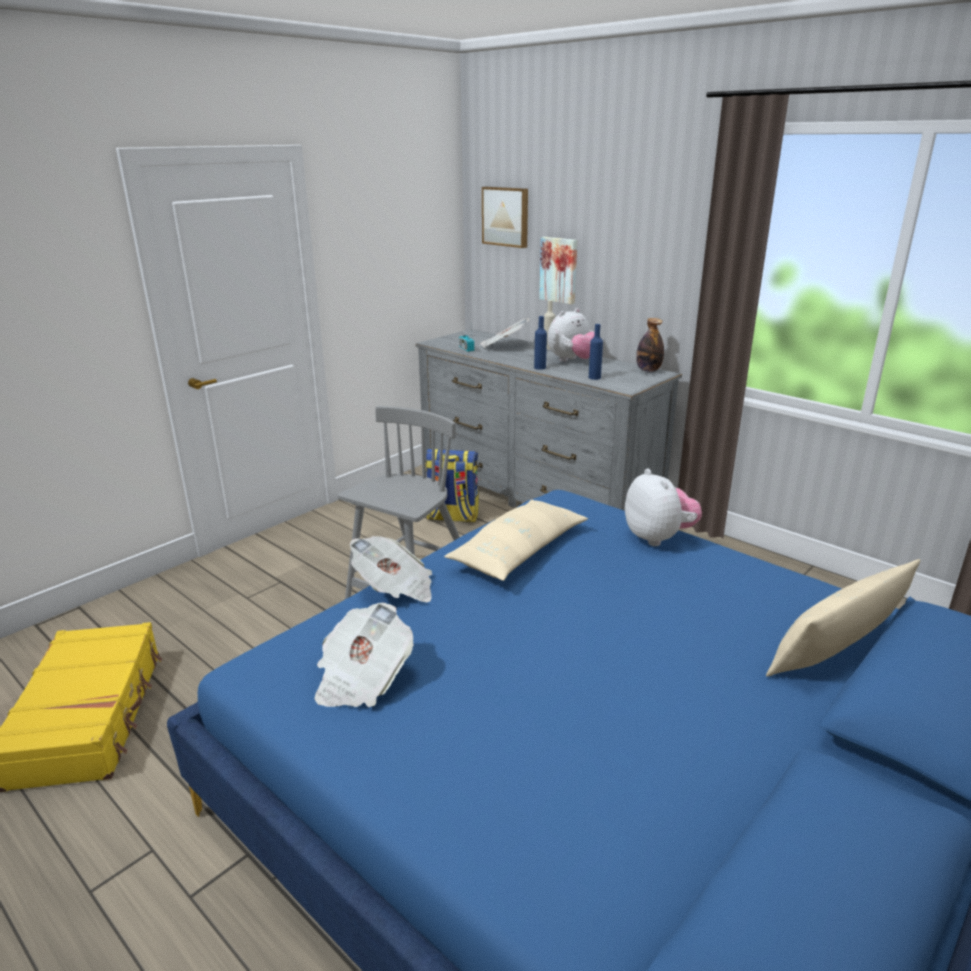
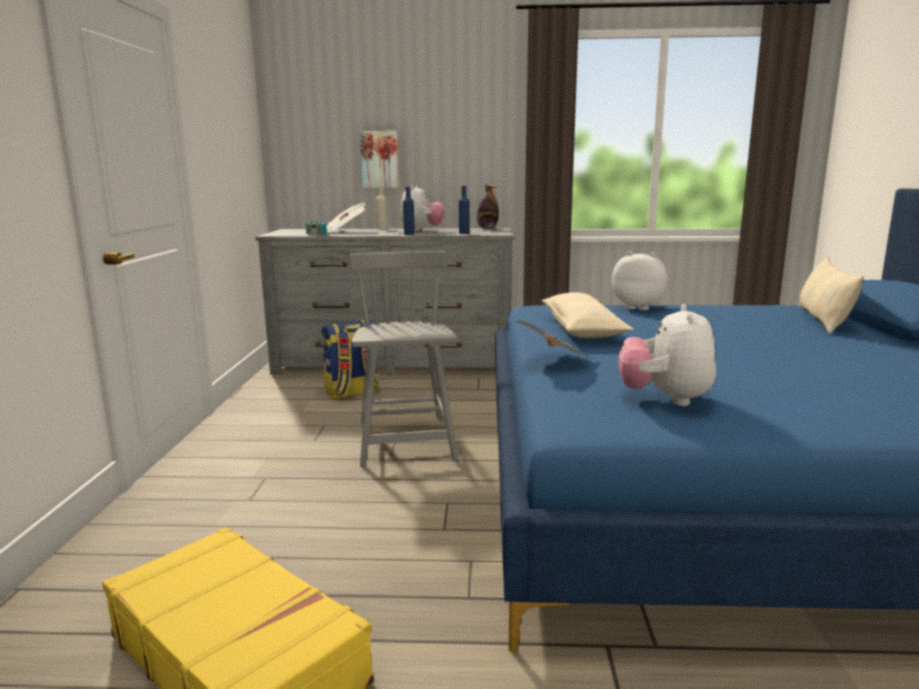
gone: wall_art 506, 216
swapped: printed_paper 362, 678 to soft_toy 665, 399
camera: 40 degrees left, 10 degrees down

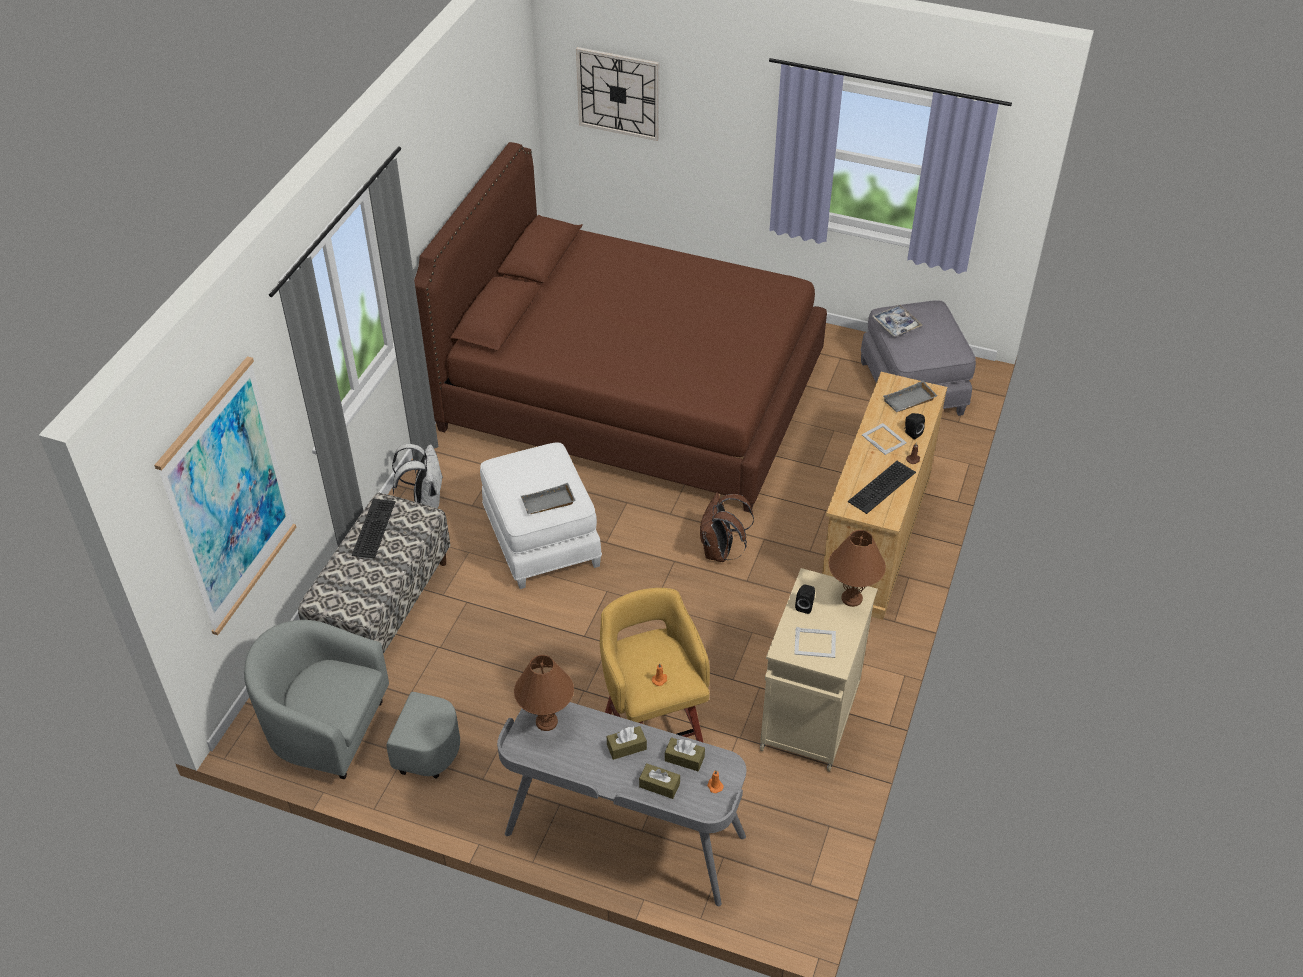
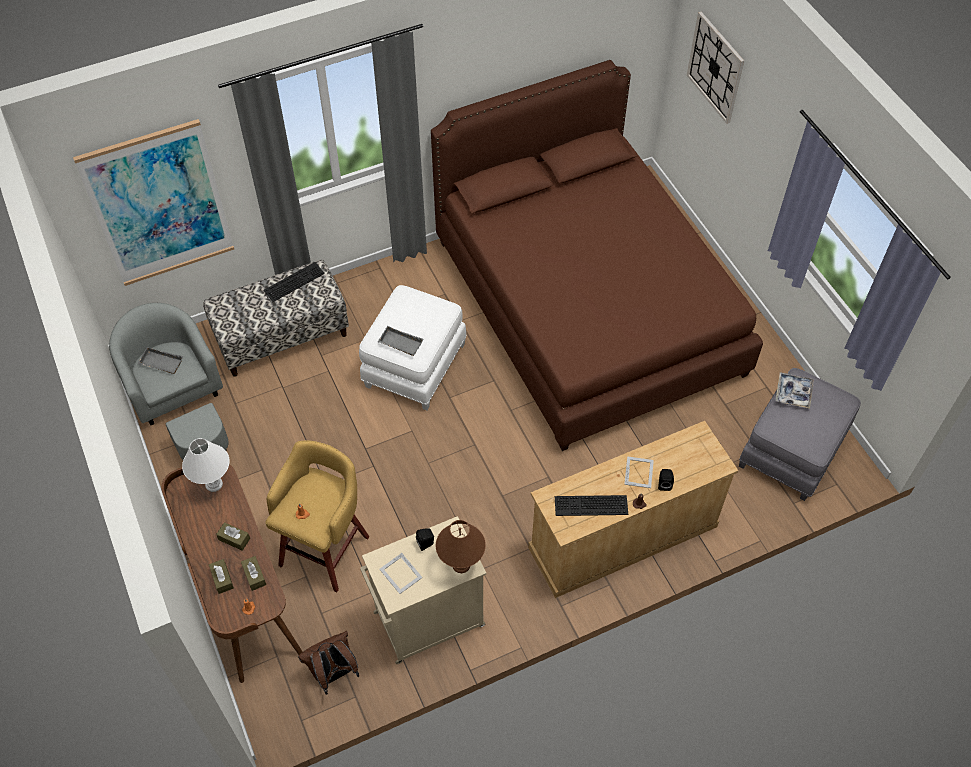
gone: whitish_backpack 425, 502
shifted: gray_carrying_tray 909, 402 to 160, 363; brown_backpack 720, 552 to 334, 673
repainted: gray_desk_table 624, 837 to brown_desk_table 241, 592; brown_lamp_for_a_table 547, 722 to whitish_lamp_for_a_table 213, 484
camera: 45 degrees right, 10 degrees up

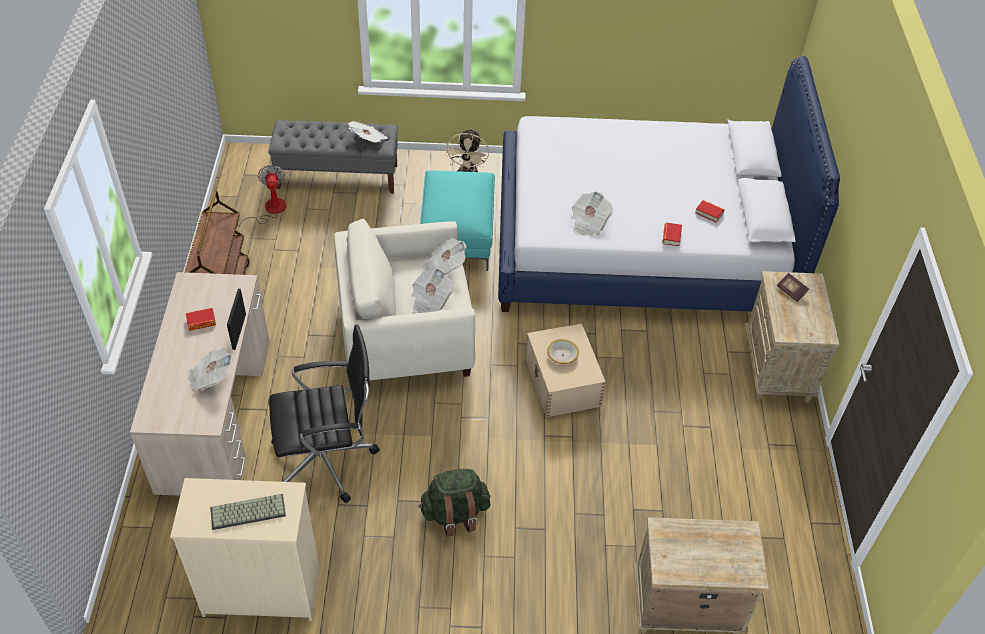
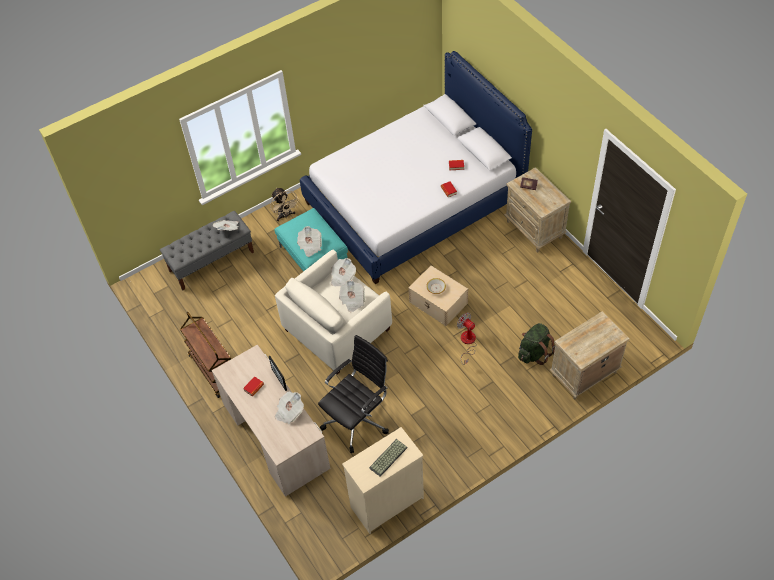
shifted: printed_paper 588, 223 to 310, 246; electric_fan 269, 210 to 467, 343; green_backpack 455, 514 to 534, 353
camera: 30 degrees left, 5 degrees up

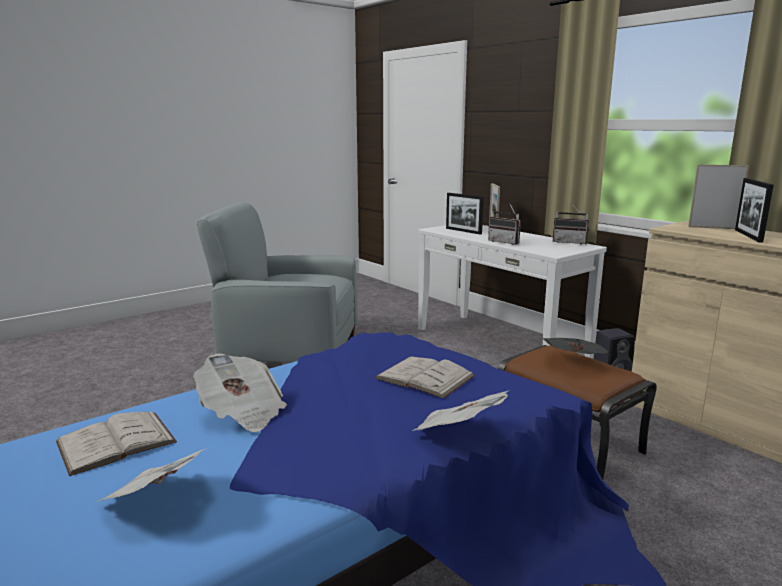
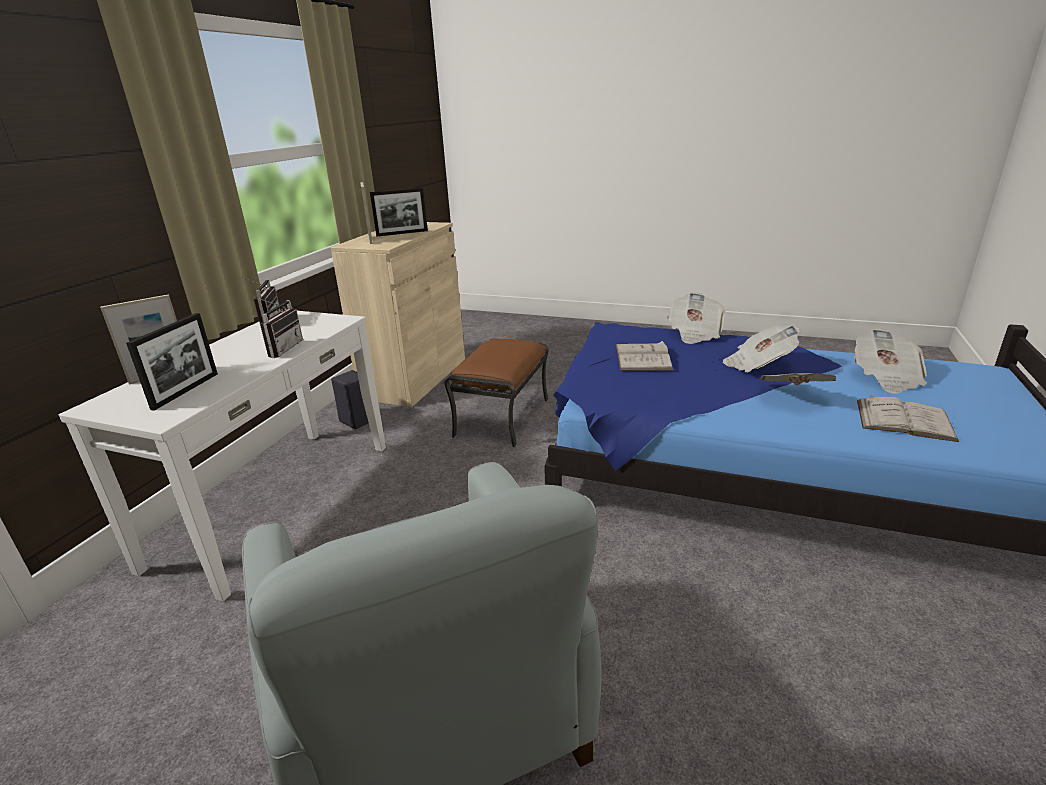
shifted: printed_paper 574, 363 to 758, 365
camera: 120 degrees left, 10 degrees up

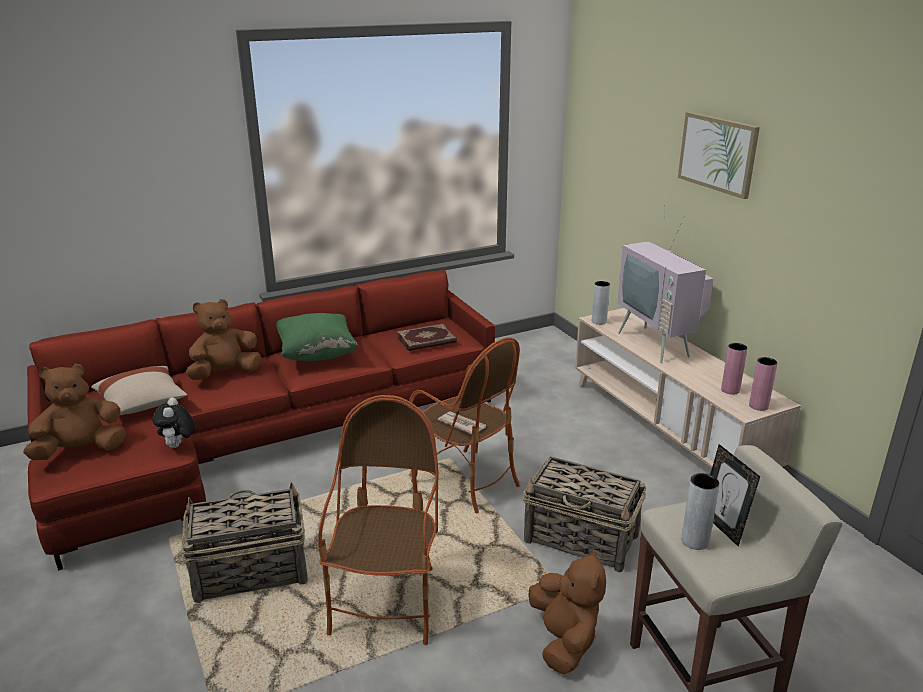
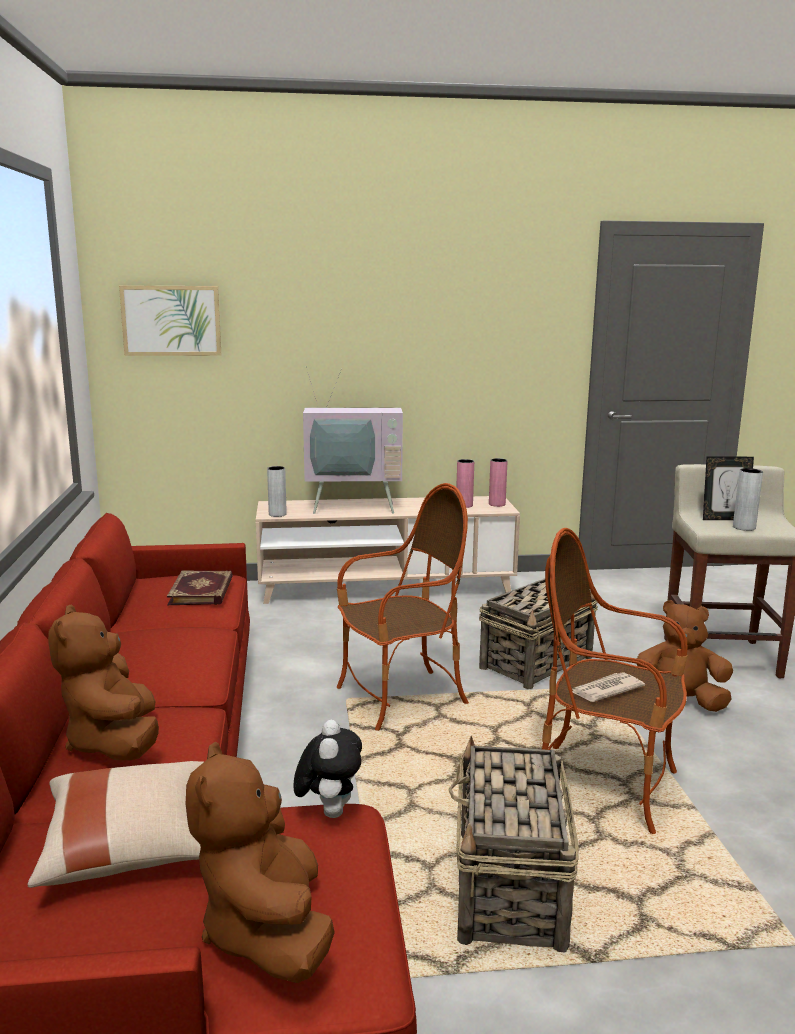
gone: green_cushion 317, 354
shifted: wall_art 718, 153 to 171, 320; printed_paper 462, 424 to 605, 690
rotated: soft_toy 178, 446 = 329, 811 105 degrees counterclockwise
camera: 70 degrees left, 10 degrees down

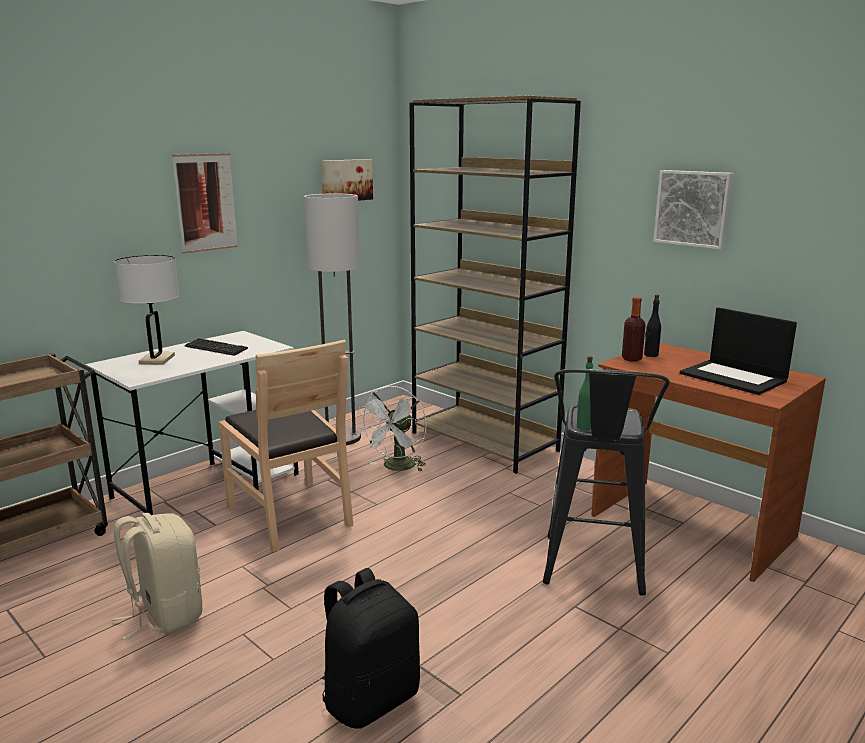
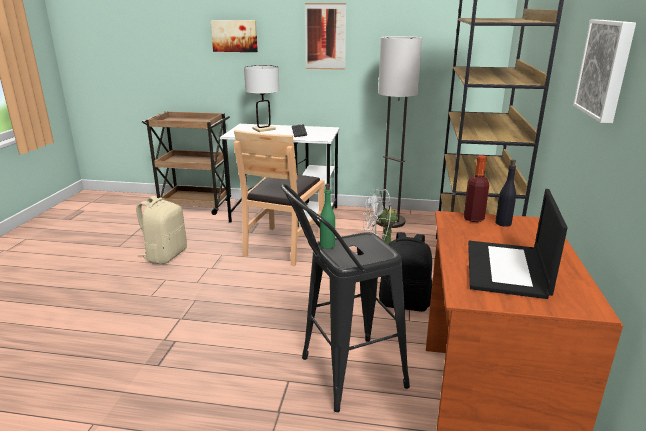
shifted: wall_art 345, 180 to 234, 36; black-coloured_backpack 370, 698 to 405, 303
camera: 55 degrees right, 5 degrees up

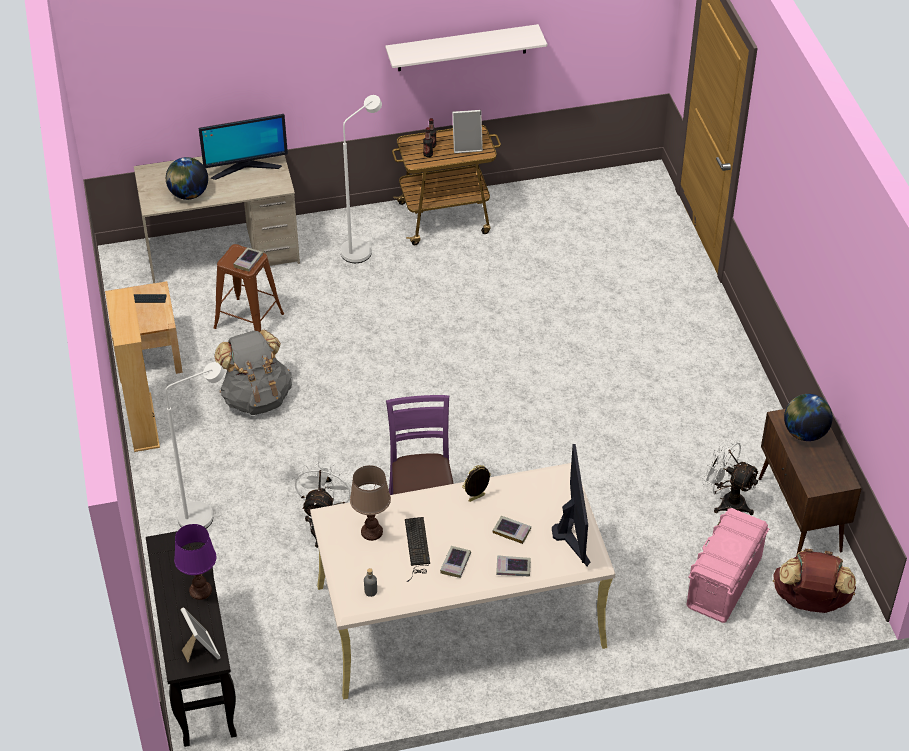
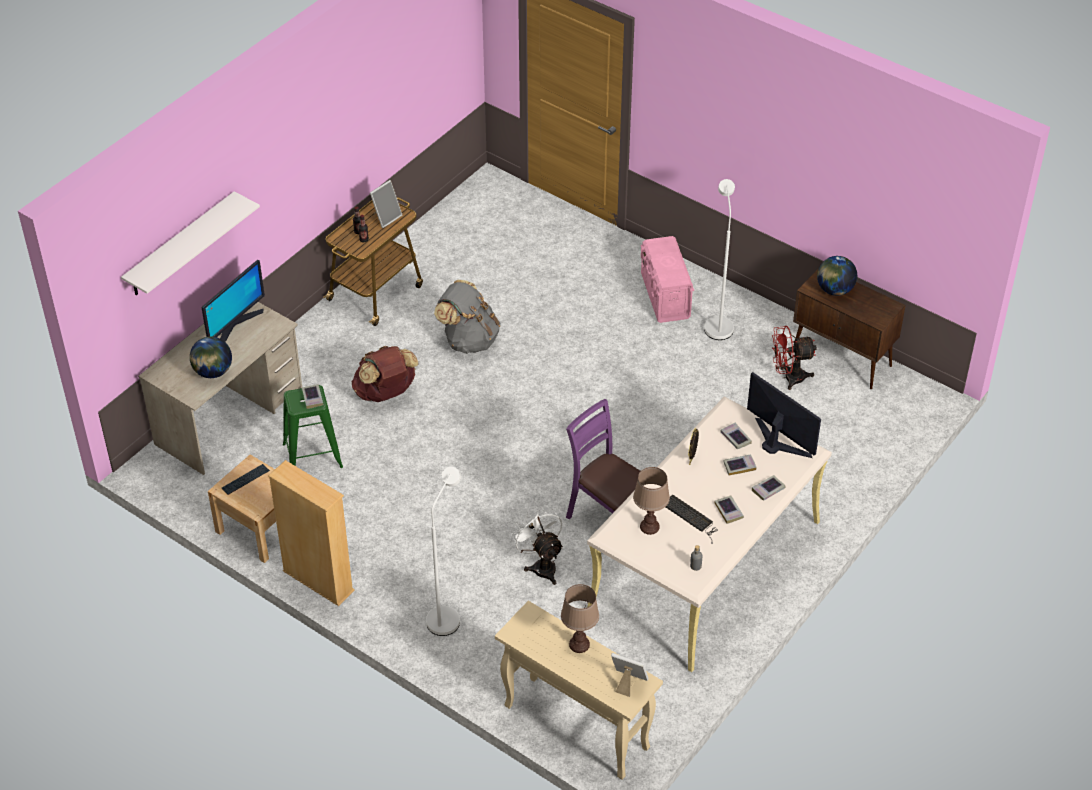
new: volume 735, 438
shifted: whitish_shelf 462, 48 to 181, 245; brown_backpack 810, 601 to 385, 393; gray_backpack 256, 397 to 469, 340; pink_storage_box 723, 583 to 665, 296; whitish_standing_lamp 361, 248 to 718, 324
repainted: brown_sitting_stool 249, 321 to green_sitting_stool 313, 455; black-coloured_narrow_table 199, 675 to beige_narrow_table 575, 727; purple_lamp_for_a_table 200, 590 to brown_lamp_for_a_table 579, 644; whitish_electric_fan 726, 501 to red_electric_fan 788, 377
camera: 40 degrees left, 0 degrees up

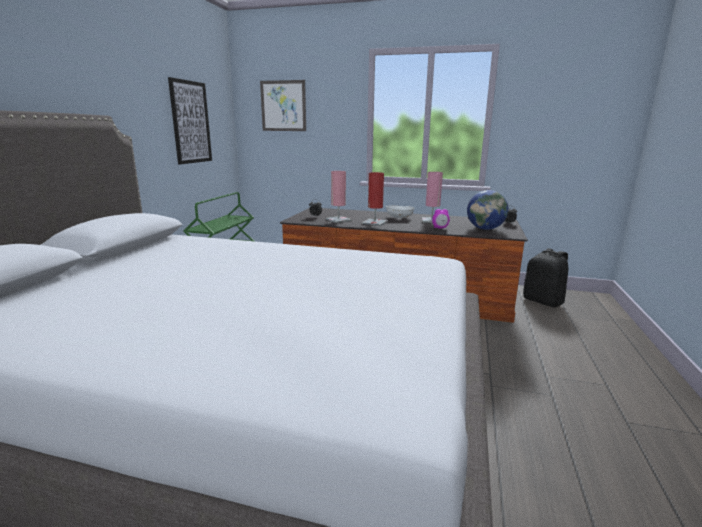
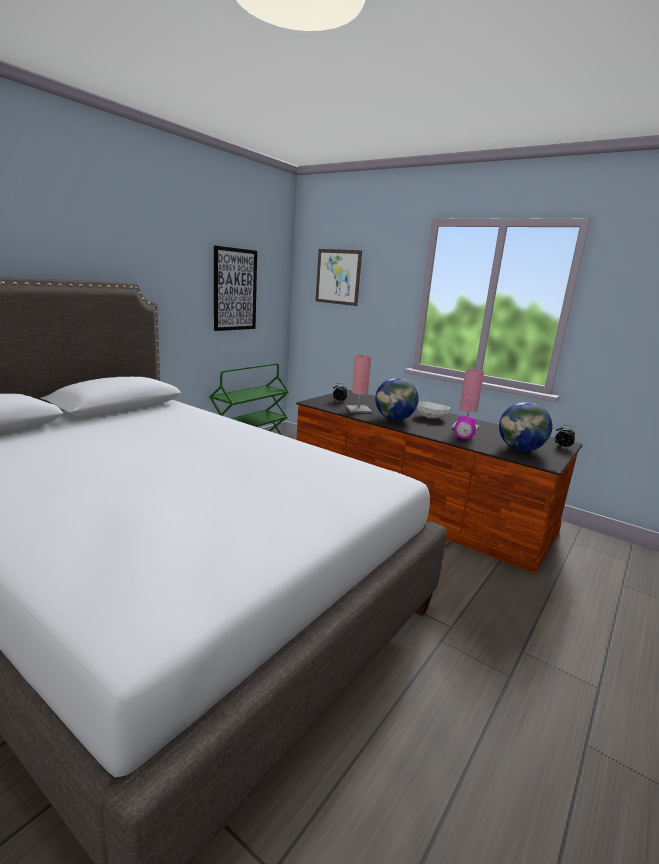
gone: black-coloured_backpack 543, 301
swapped: red_lamp_for_a_table 375, 223 to world_globe 394, 419
camera: 20 degrees right, 0 degrees up

